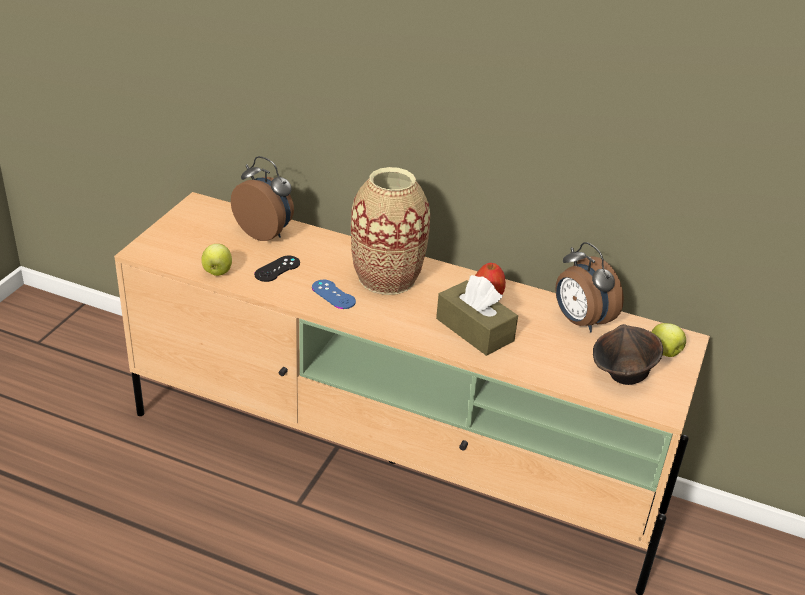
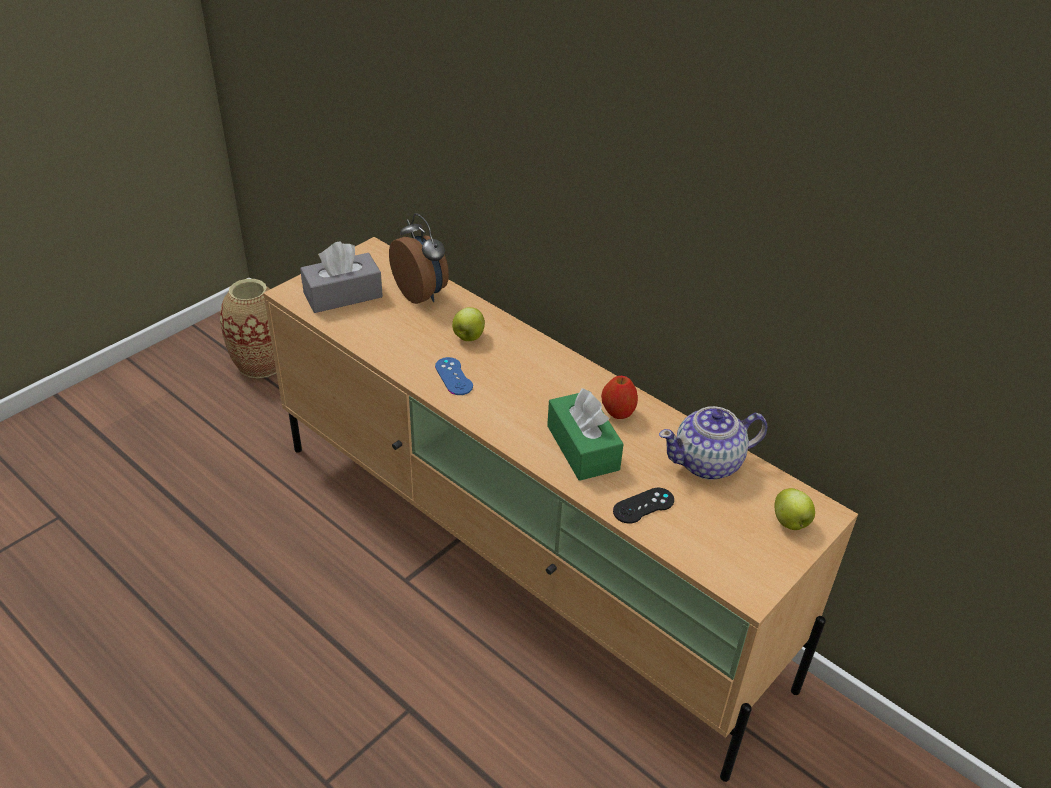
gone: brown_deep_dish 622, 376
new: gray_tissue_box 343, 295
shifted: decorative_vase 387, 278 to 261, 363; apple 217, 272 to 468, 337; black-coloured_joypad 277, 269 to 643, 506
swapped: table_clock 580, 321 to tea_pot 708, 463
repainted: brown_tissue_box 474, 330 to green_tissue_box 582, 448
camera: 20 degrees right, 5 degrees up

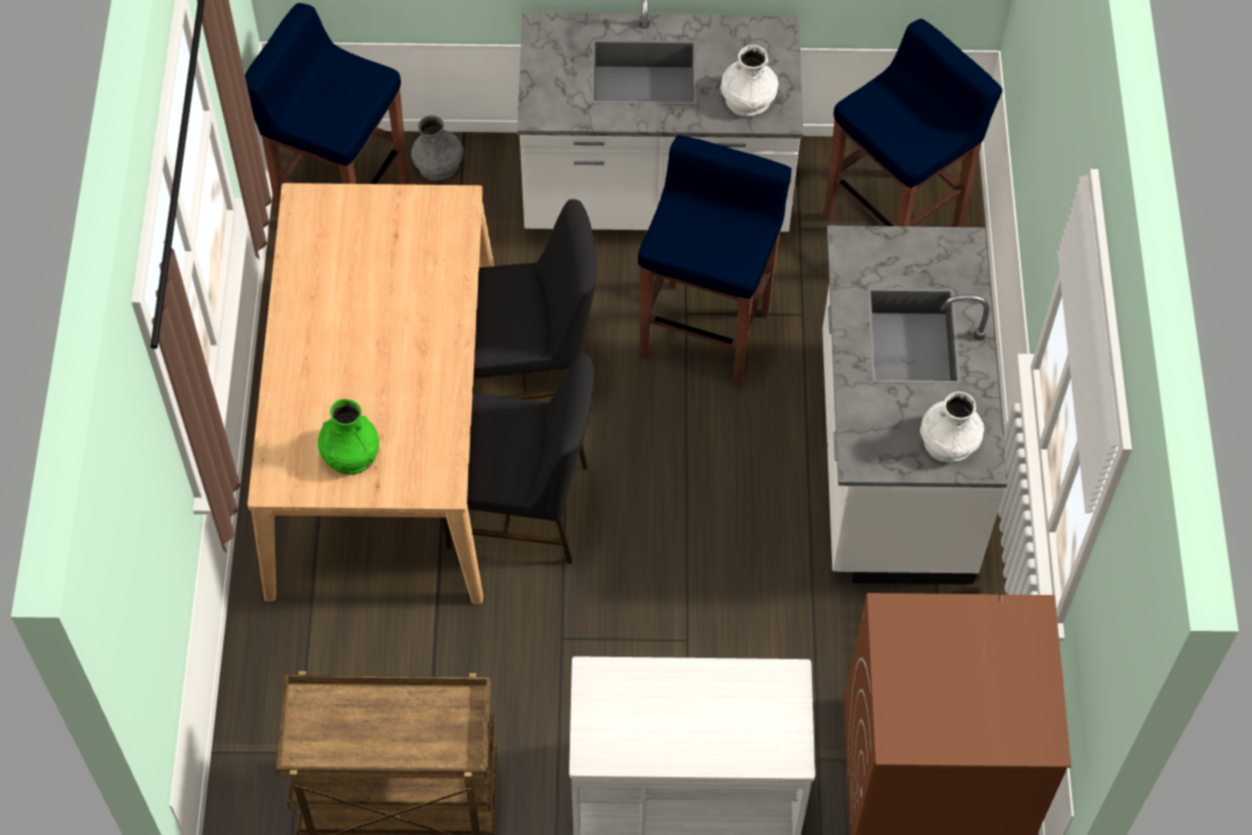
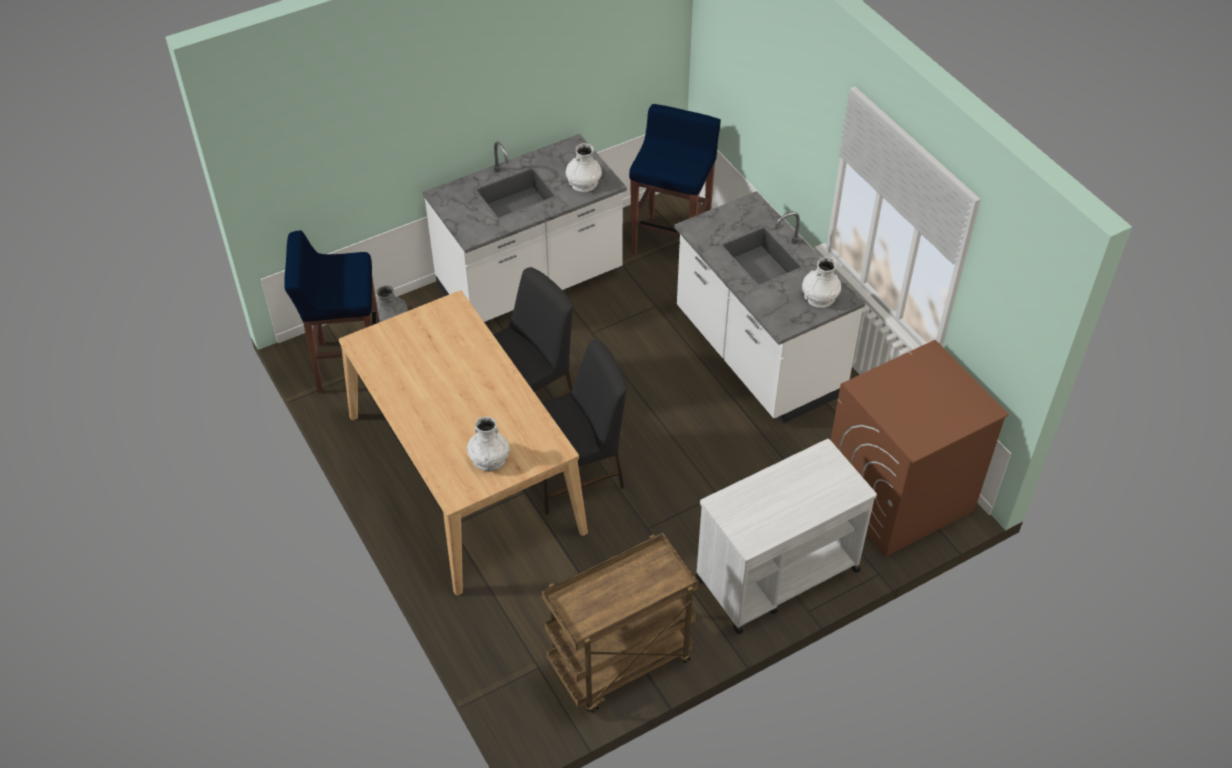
gone: blue-coloured_sitting_stool 706, 332
repainted: green_decorative_vase 350, 454 to whitish_decorative_vase 489, 459
camera: 30 degrees left, 10 degrees down

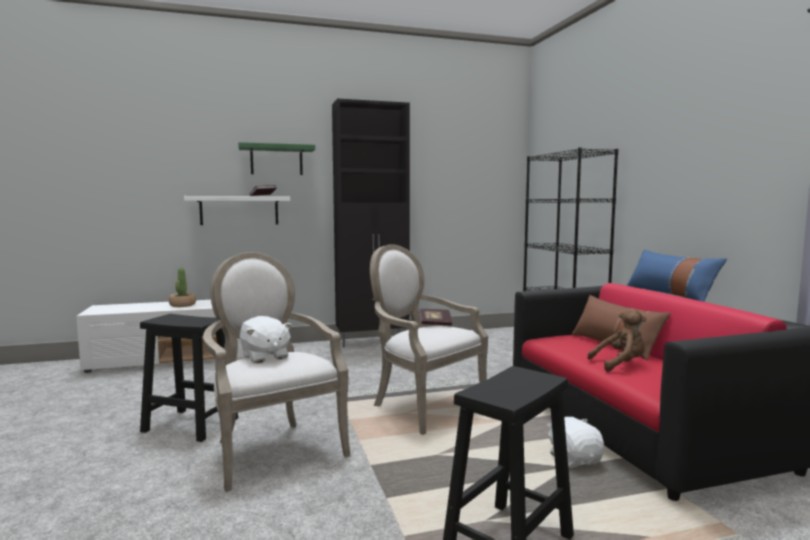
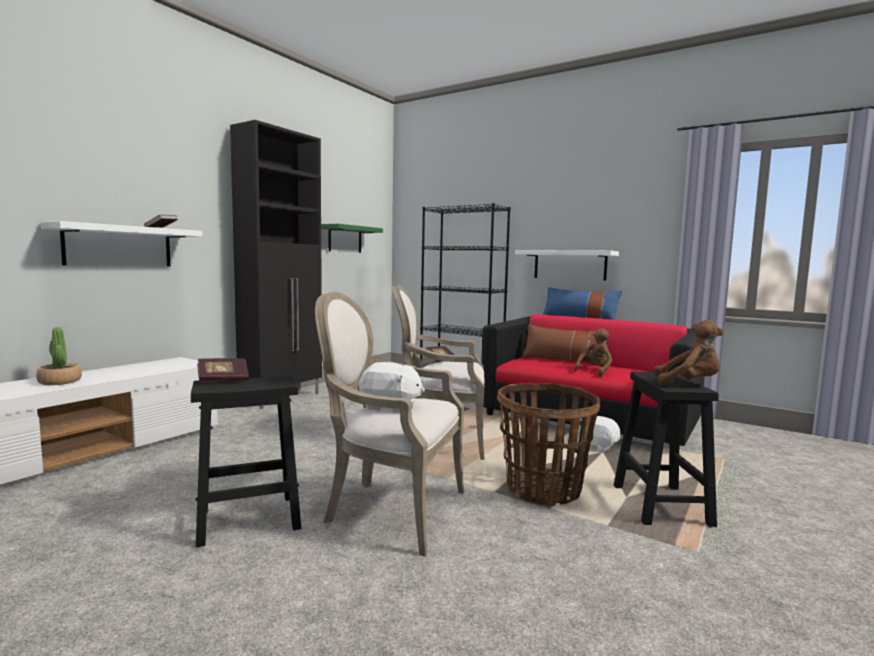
new: volume 223, 380; storage_basket 543, 489; whitish_shelf 569, 265; brown_soft_toy 689, 384
shifted: green_shelf 276, 160 to 345, 239
camera: 40 degrees left, 0 degrees up

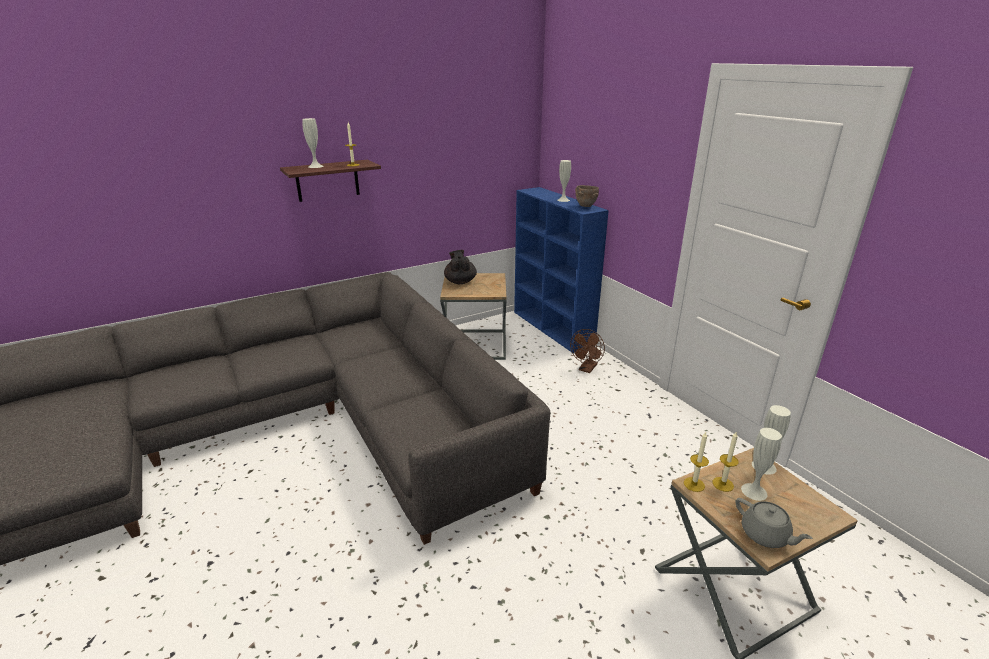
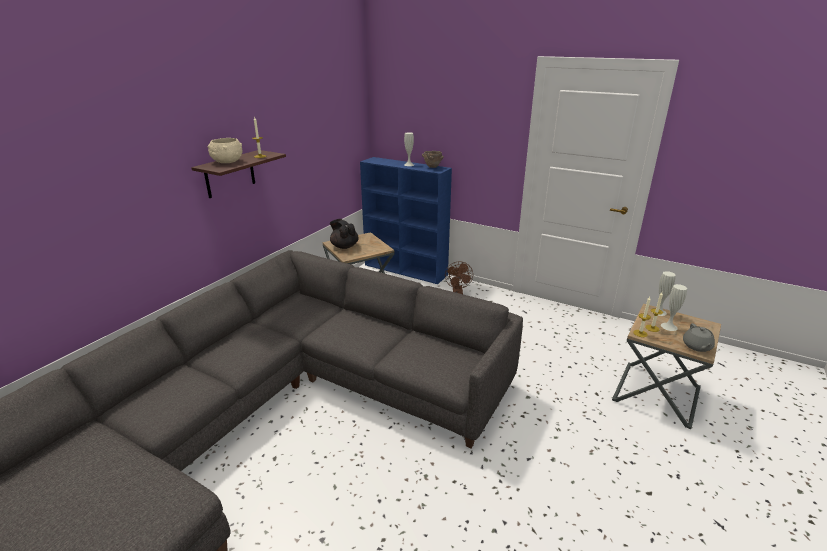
swapped: whitish_decorative_vase 315, 166 to beige_deep_dish 227, 162
rotated: gray_tea_pot 765, 535 = 697, 346 75 degrees clockwise
camera: 30 degrees left, 0 degrees up

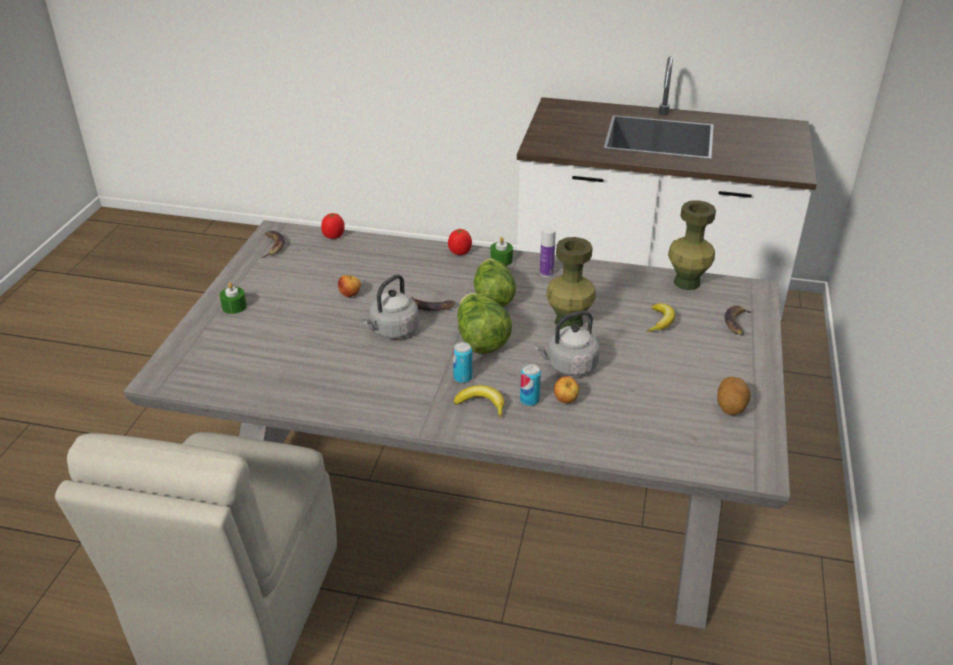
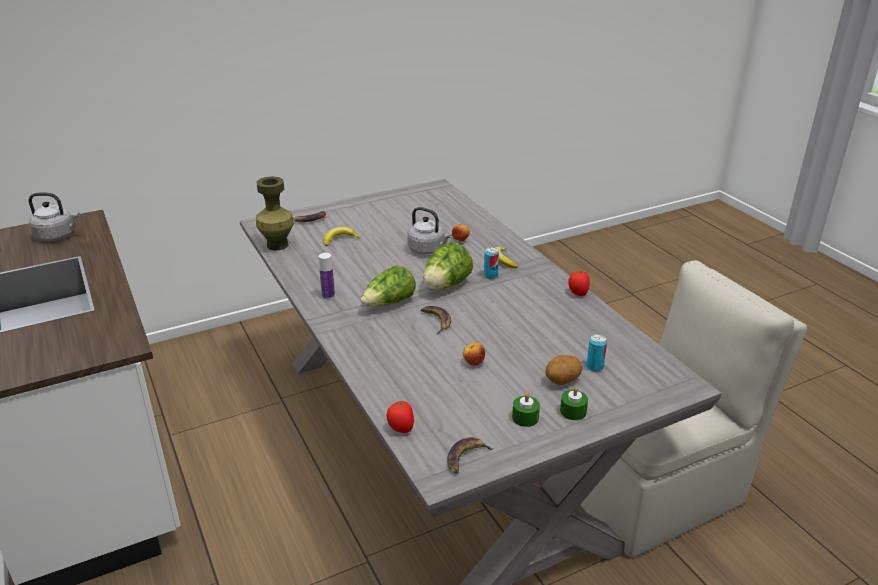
gone: green_decorative_vase 568, 322
shifted: gray_kettle 392, 331 to 57, 236; green_candle 501, 260 to 525, 417; potato 731, 407 to 562, 380; tomato 460, 252 to 578, 293; can 529, 400 to 594, 367
camera: 130 degrees left, 5 degrees down

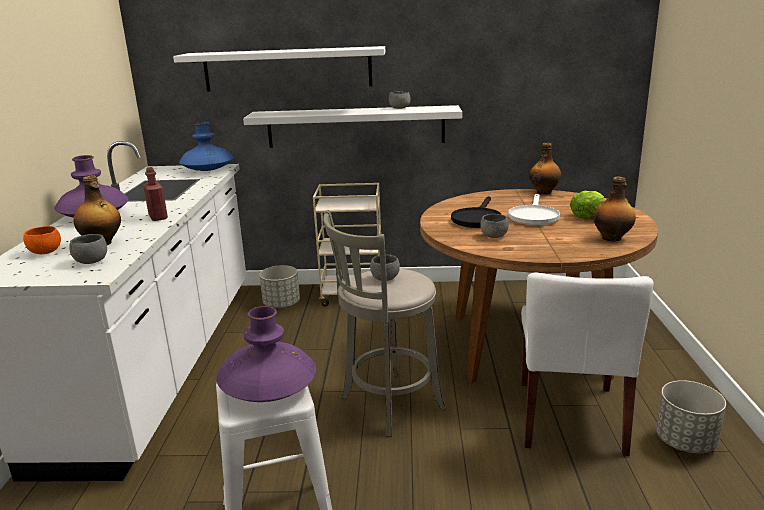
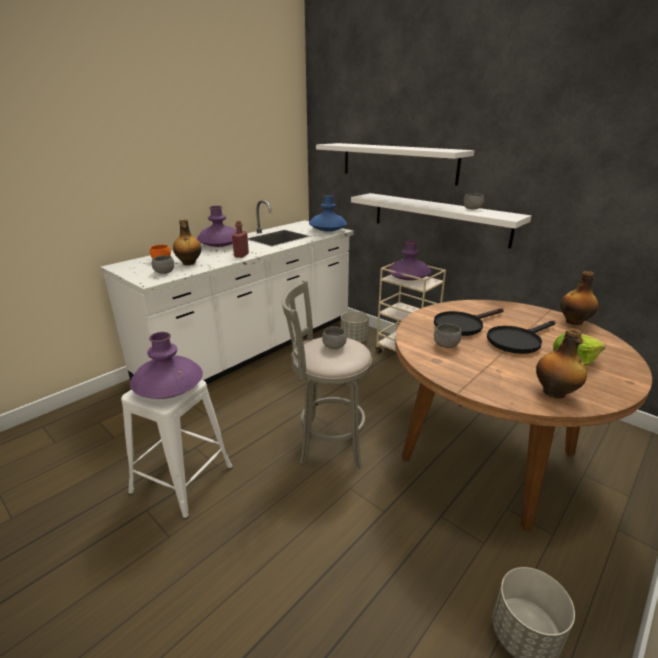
gone: whitish_chair 570, 417
new: purple_decorative_vase 408, 278
repainted: whitish_pan 533, 216 to black-coloured_pan 517, 340
camera: 40 degrees right, 5 degrees up

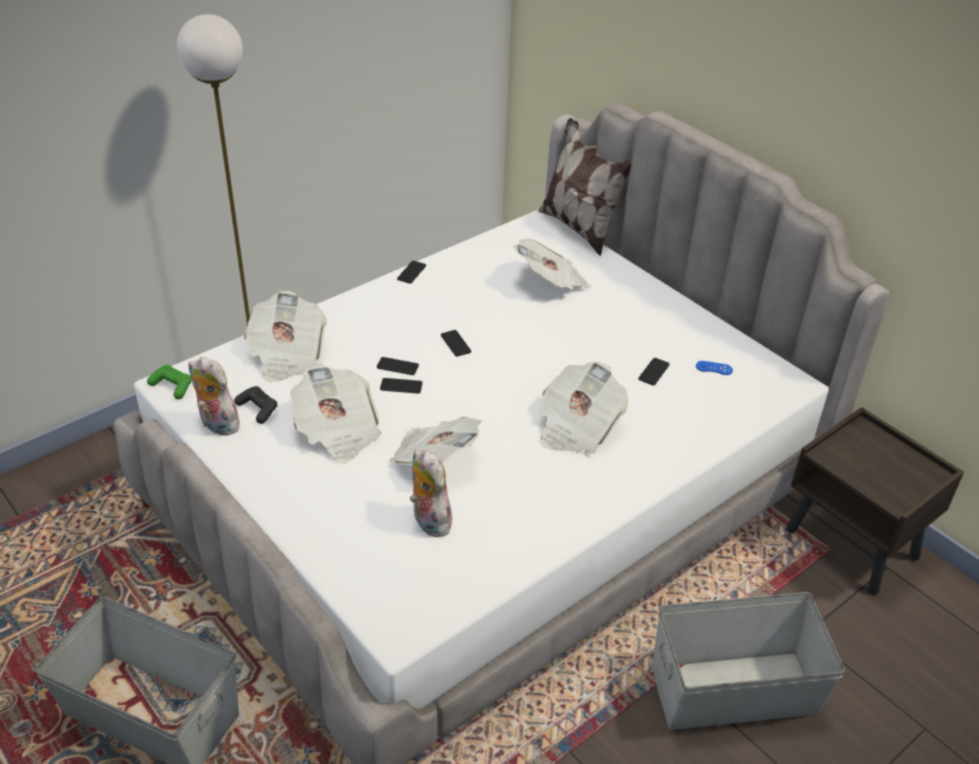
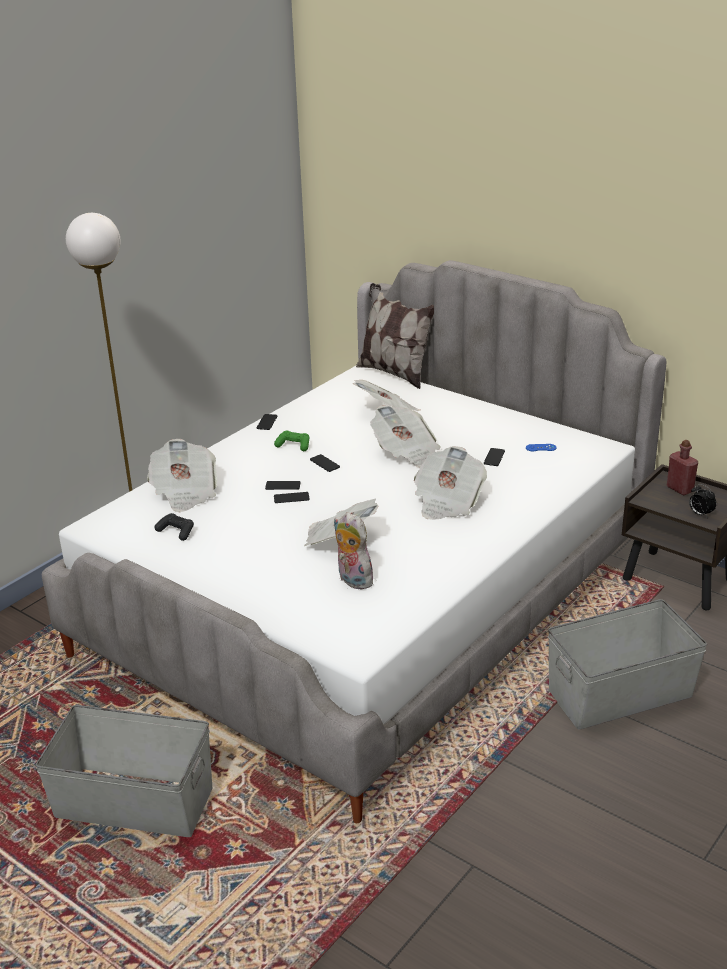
gone: soft_toy 216, 425
new: red_beverage_bottle 679, 489; table_clock 700, 514
shifted: green_joypad 172, 386 to 293, 445; printed_paper 337, 432 to 406, 452
camera: 10 degrees left, 10 degrees down

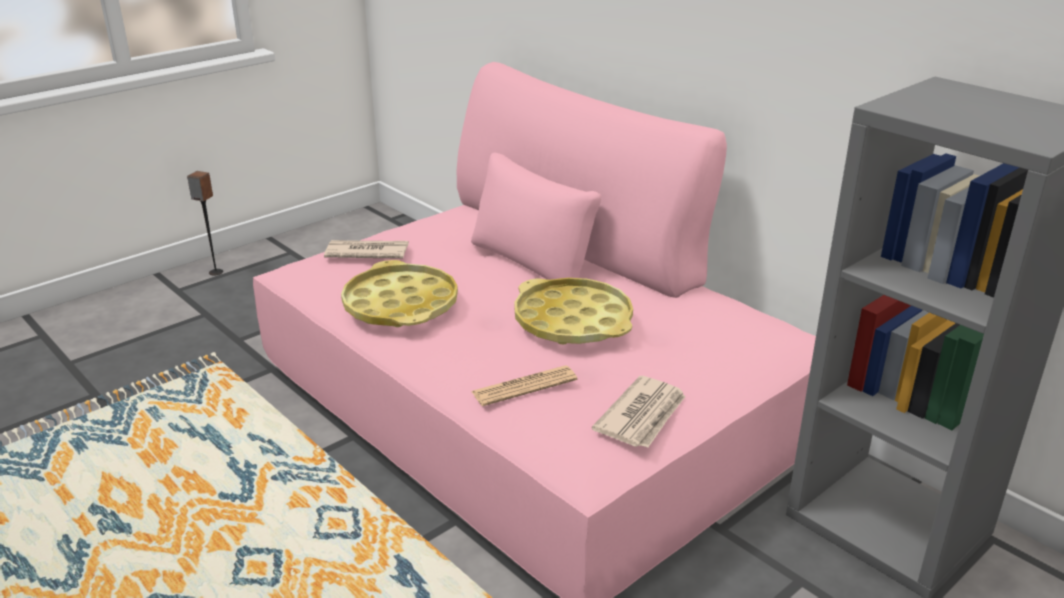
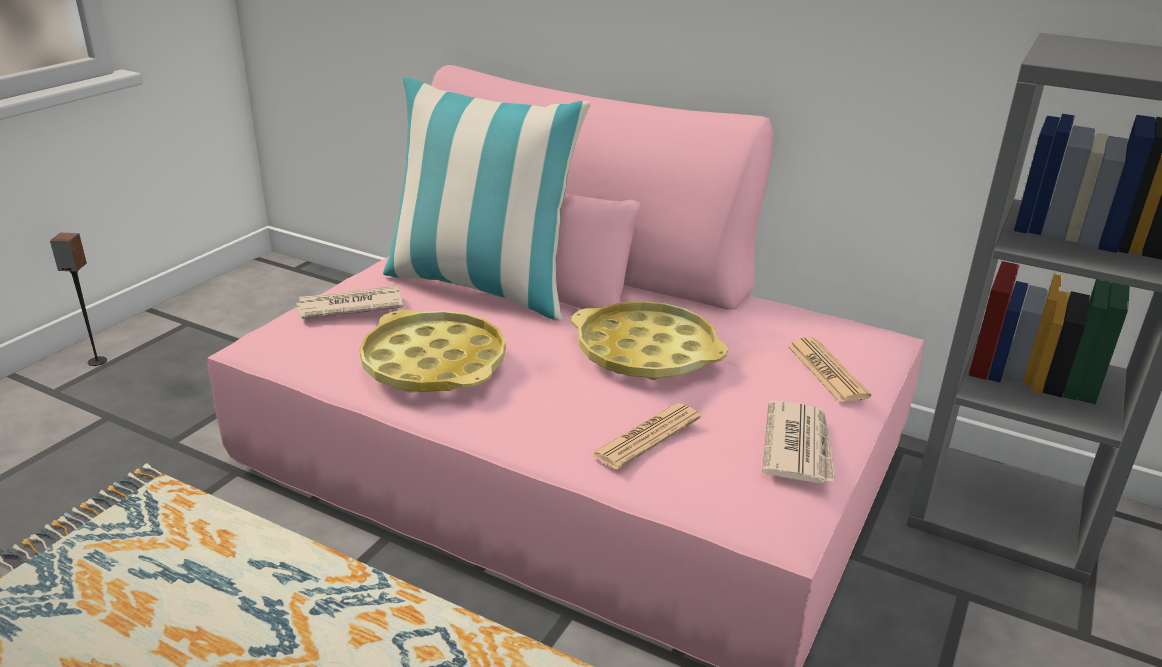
new: cushion 481, 286; printed_paper 826, 371
camera: 20 degrees left, 0 degrees up

